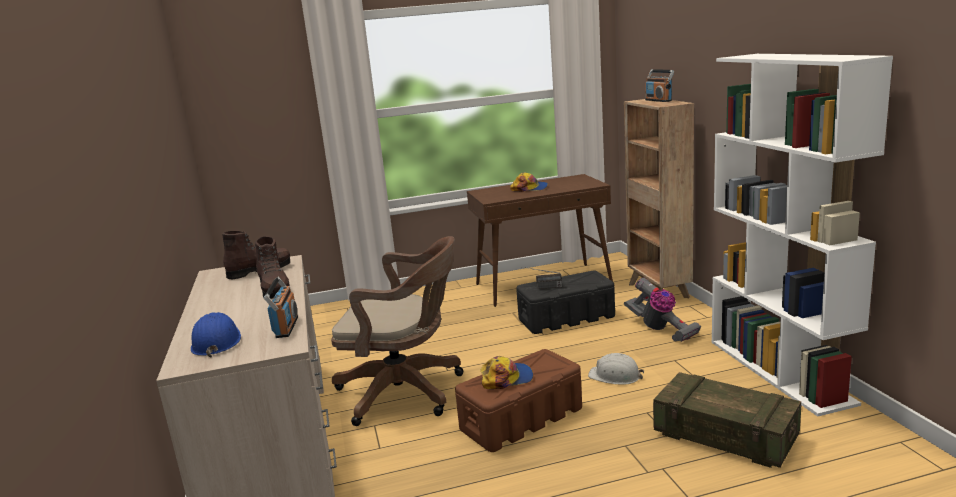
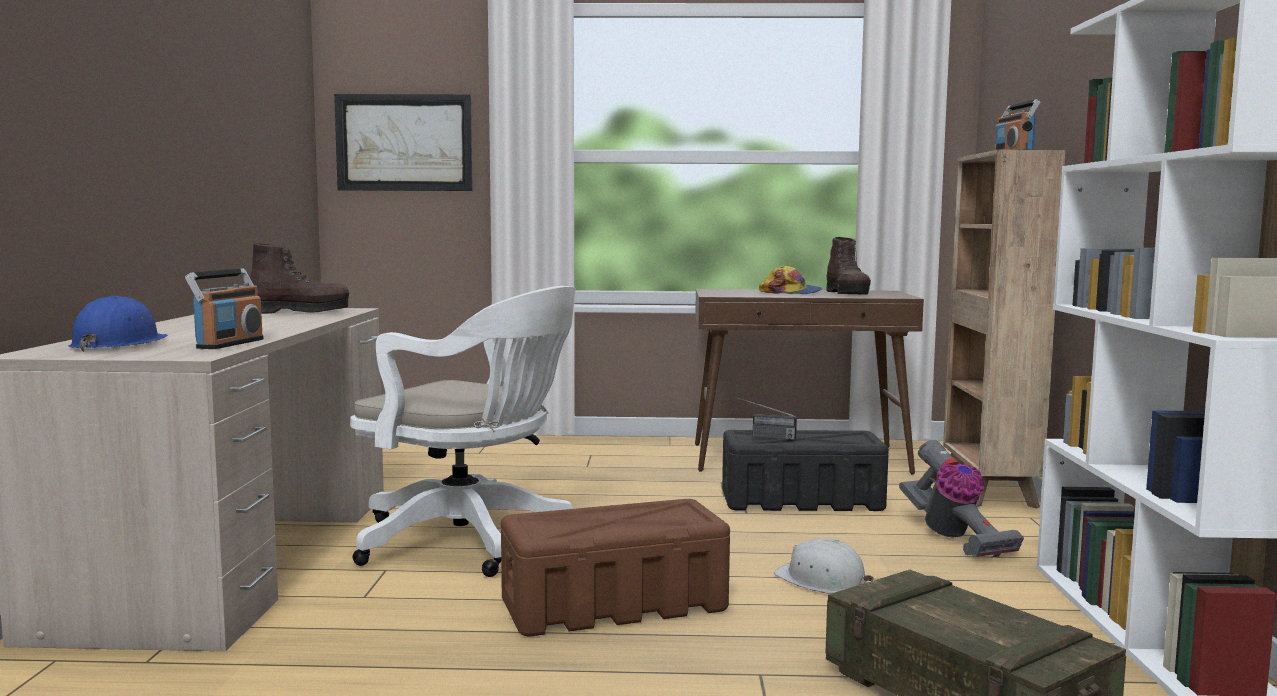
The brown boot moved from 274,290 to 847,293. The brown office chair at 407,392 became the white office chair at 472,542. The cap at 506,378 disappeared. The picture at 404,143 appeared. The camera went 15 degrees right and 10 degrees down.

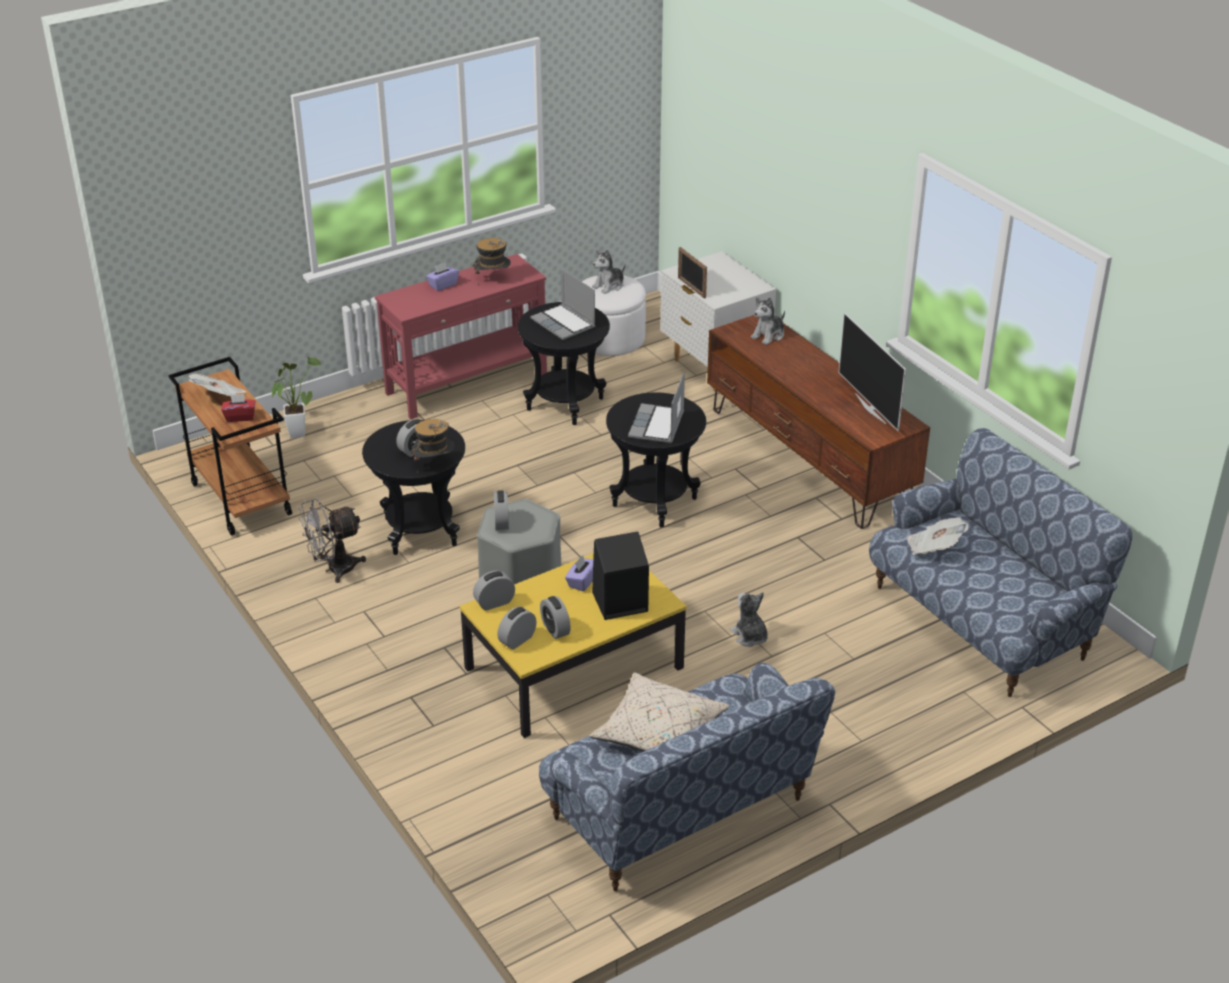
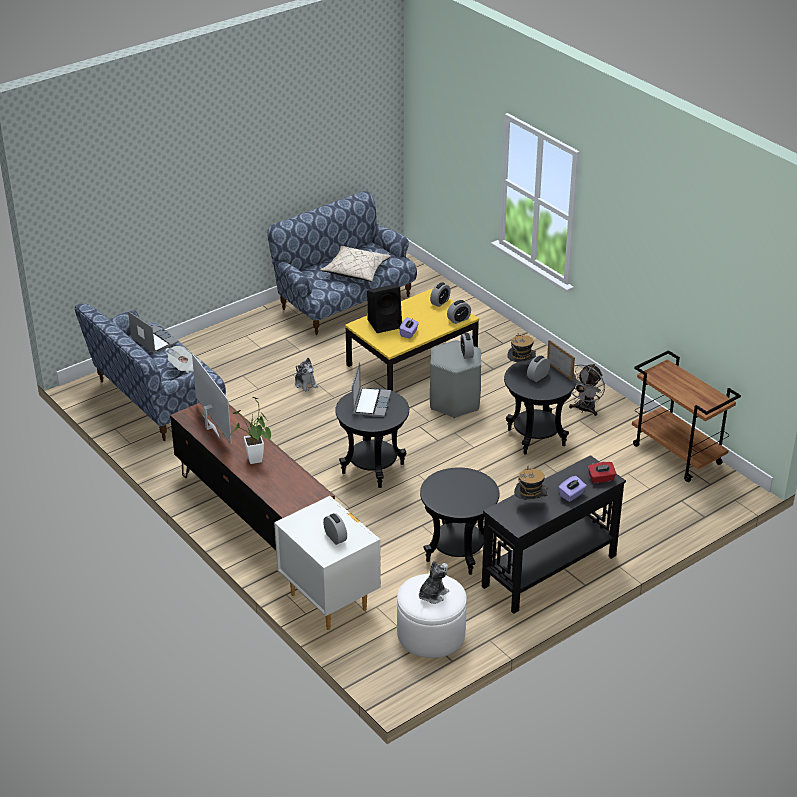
The picture frame moved from 691,288 to 560,371. The red console table at 468,383 became the black console table at 548,571. The laptop moved from 564,323 to 153,340. The plush toy at 768,335 disappeared. The potted plant moved from 297,431 to 255,462. The newspaper at 219,397 disappeared. The red tissue box moved from 240,417 to 601,479. The grey fan at 334,569 turned 150 degrees clockwise. The alarm clock moved from 555,629 to 335,537. The camera went 175 degrees right and 0 degrees up.

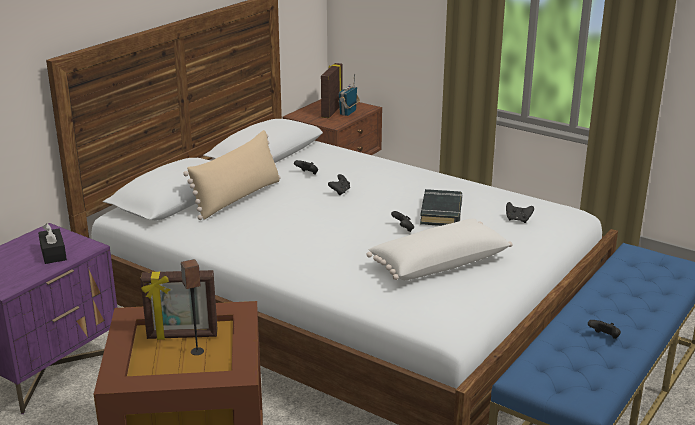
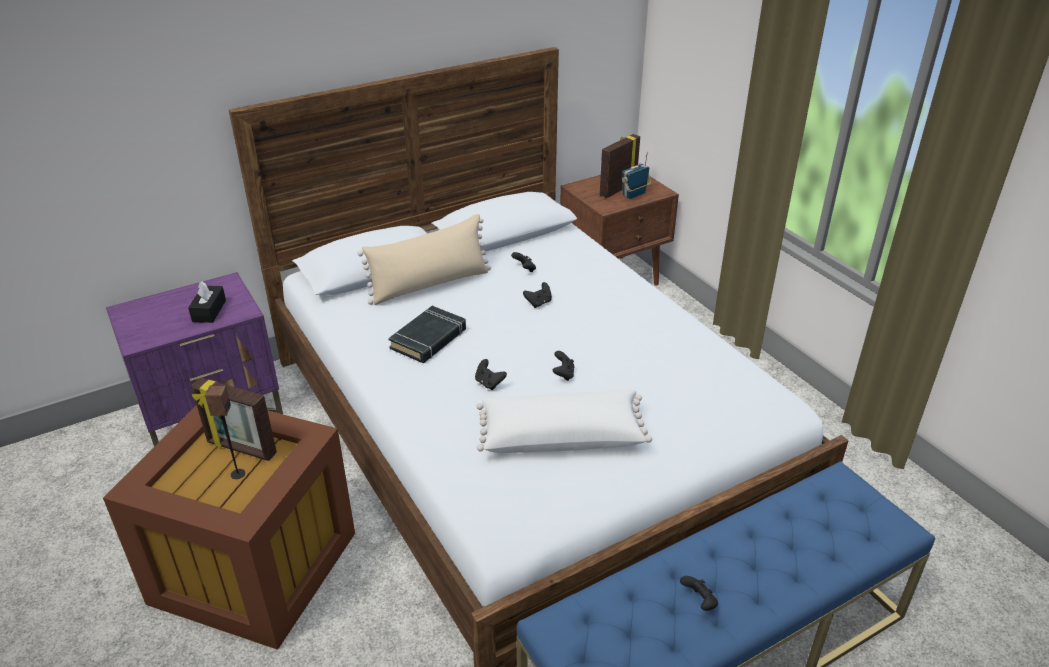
The black book moved from 441,212 to 429,339. The black game controller moved from 518,220 to 489,383. The camera went 25 degrees right and 10 degrees up.

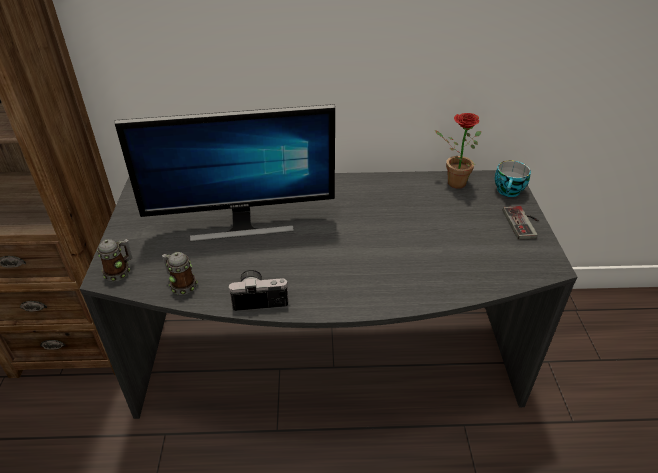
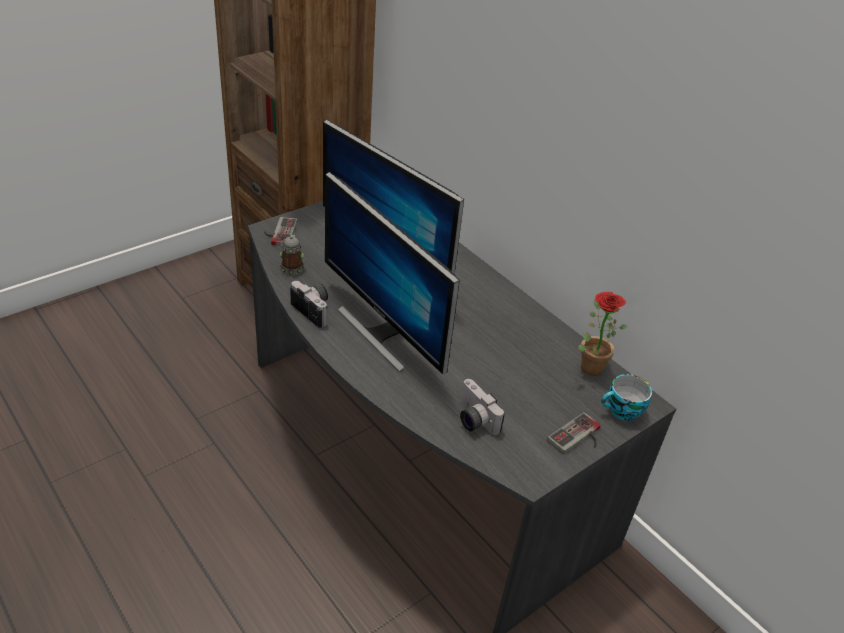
The mug at 120,271 was replaced by the game controller at 279,232. The monitor at 383,332 appeared. The photo camera at 473,419 appeared. The camera went 50 degrees right and 0 degrees up.

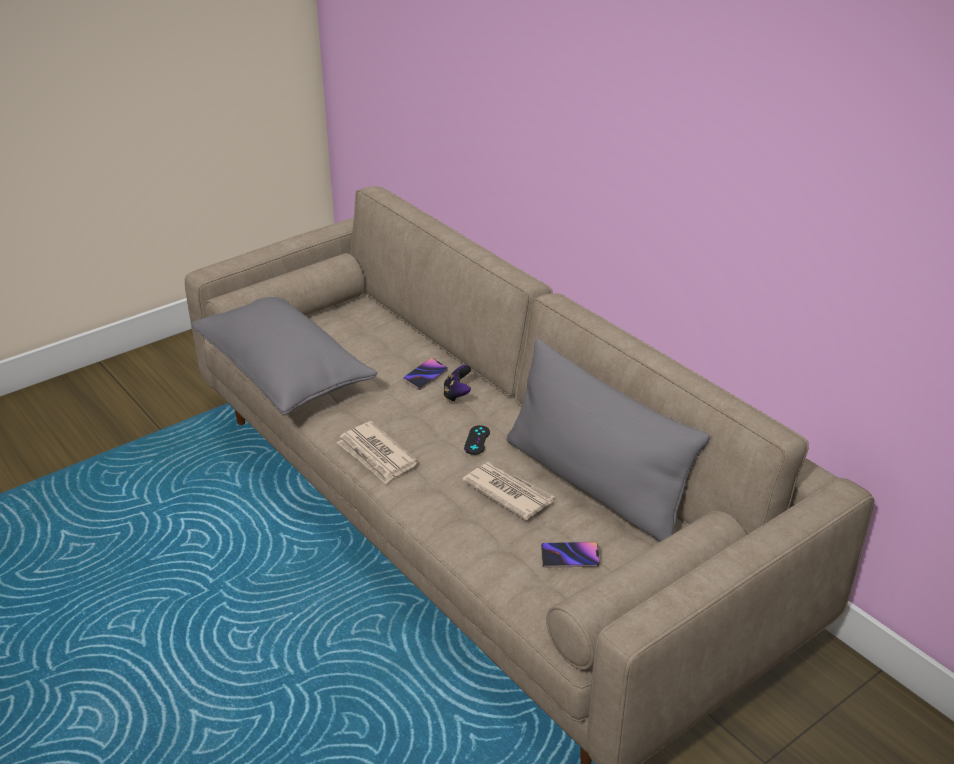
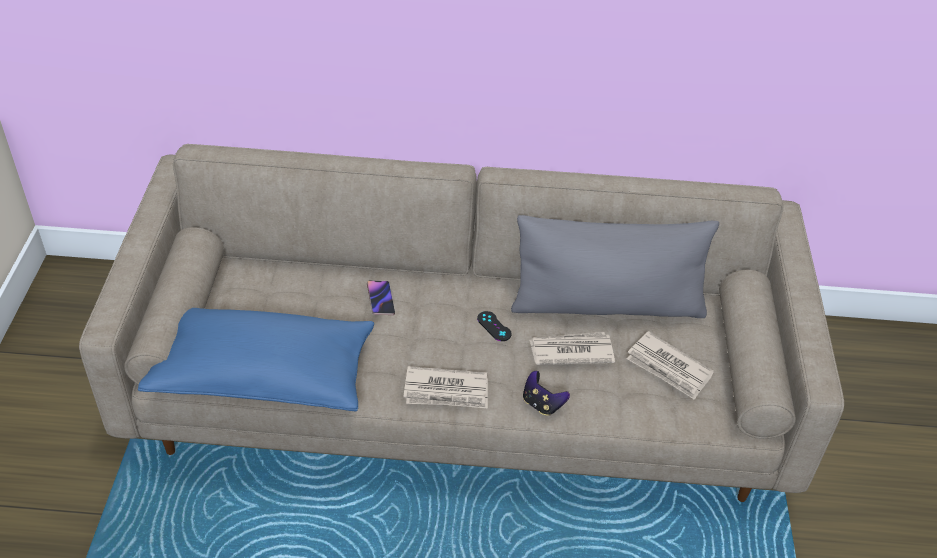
The grey pillow at 284,373 became the blue pillow at 263,376. The game controller moved from 457,395 to 542,404. The phone at 570,557 was replaced by the newspaper at 669,368. The camera went 50 degrees left and 10 degrees up.

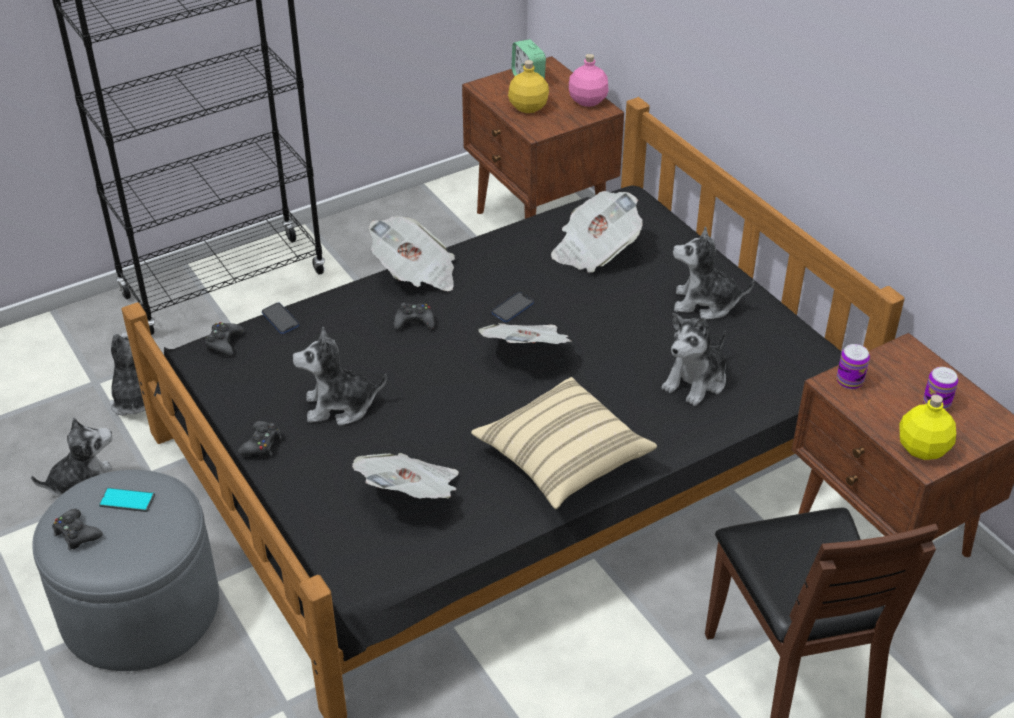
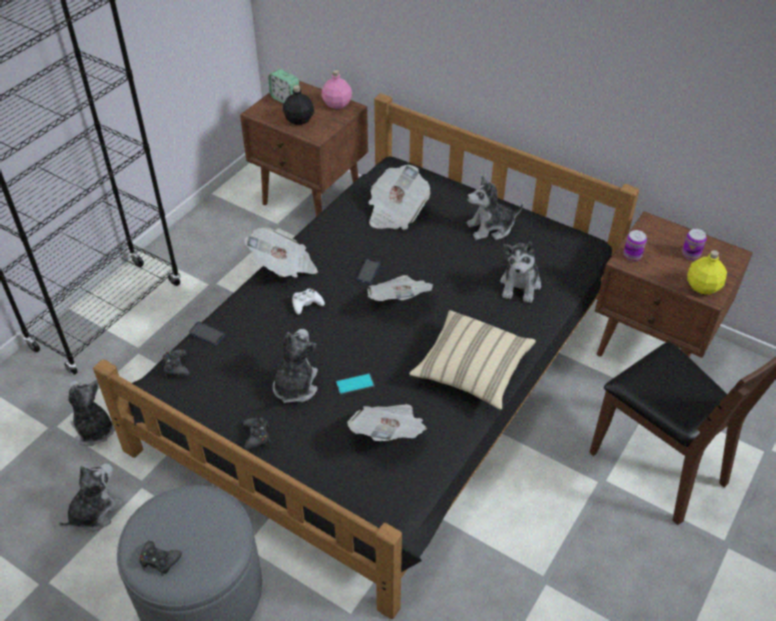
The yellow bottle at 528,107 became the black bottle at 299,119. The black game controller at 414,322 became the white game controller at 307,304. The plush toy at 340,406 turned 135 degrees clockwise. The phone moved from 127,500 to 355,384. The camera went 25 degrees left and 5 degrees up.

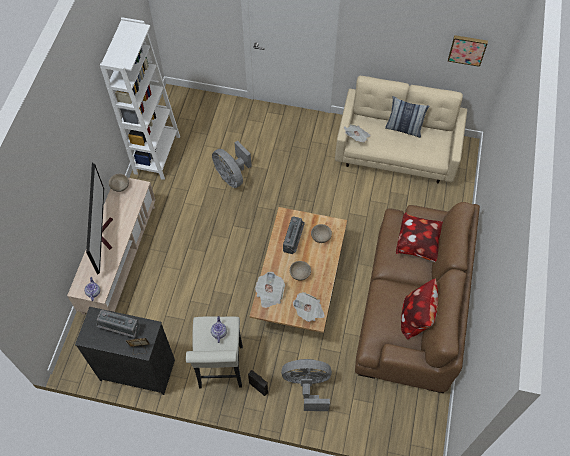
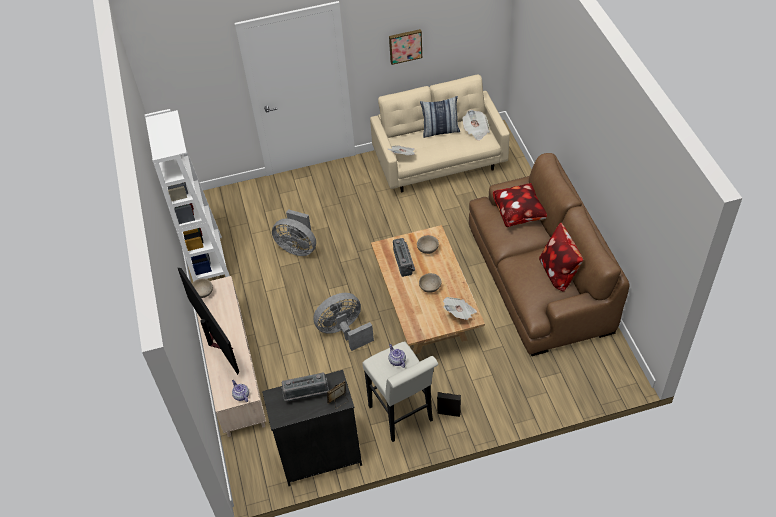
The picture moved from 467,49 to 405,45. The newspaper moved from 269,294 to 476,130. The grey fan moved from 307,386 to 344,331. The camera went 25 degrees left and 10 degrees down.

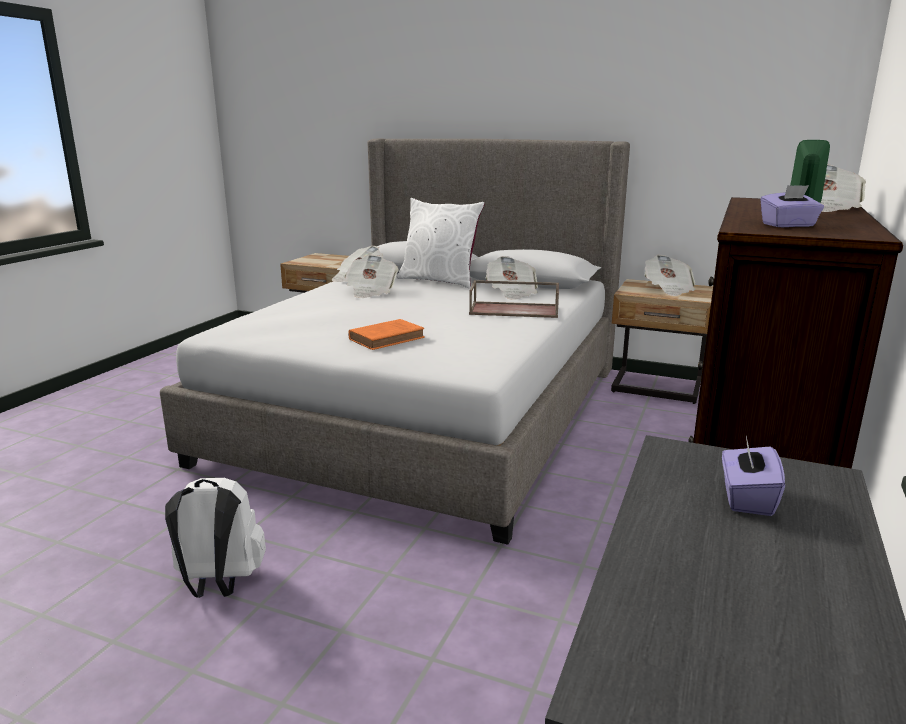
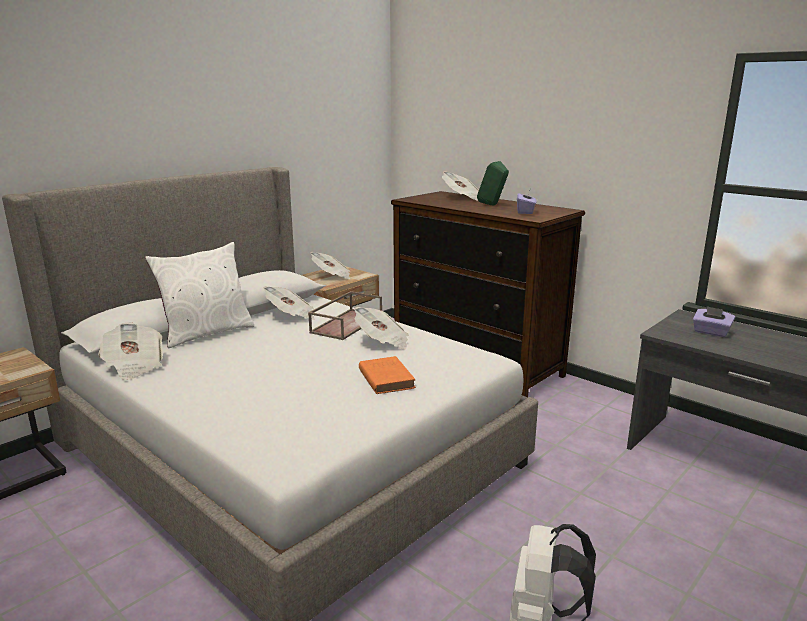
The newspaper moved from 371,291 to 382,342. The camera went 70 degrees left and 0 degrees up.

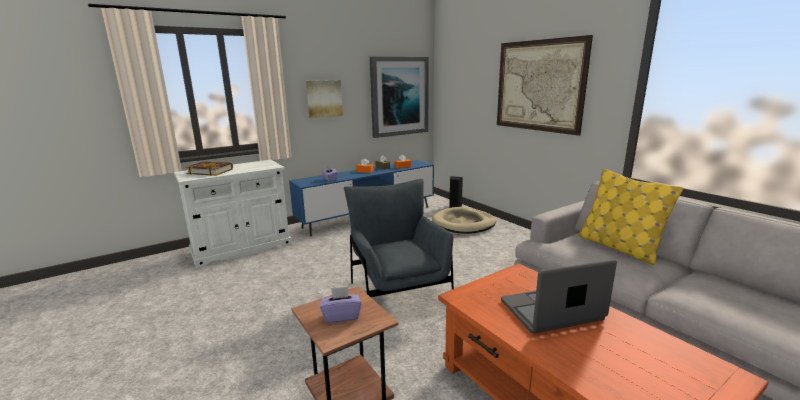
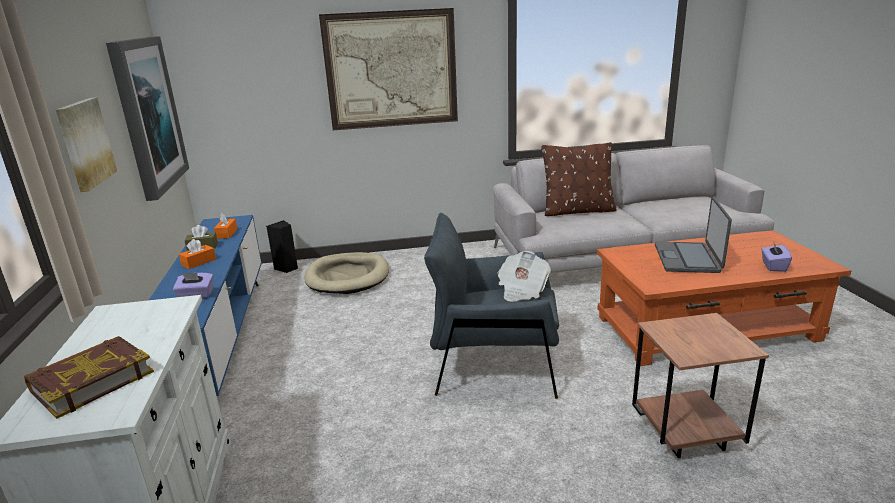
The yellow pillow at 619,247 became the brown pillow at 577,211. The purple tissue box moved from 341,316 to 773,266. The newspaper at 522,290 appeared. The camera went 65 degrees left and 5 degrees up.

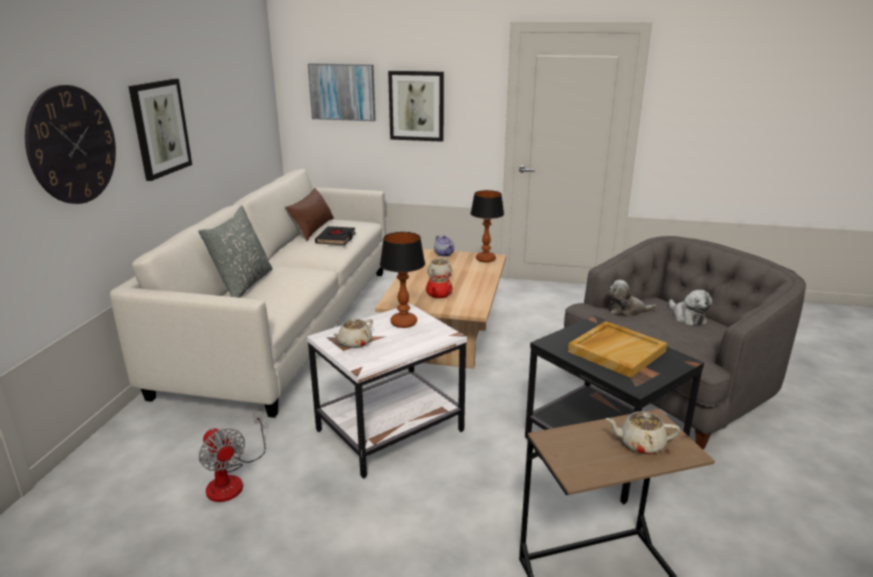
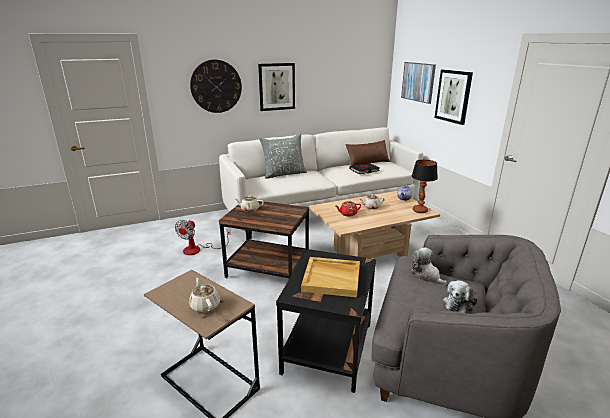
The table lamp at 403,323 disappeared. The white side table at 389,430 became the brown side table at 268,270. The camera went 55 degrees right and 0 degrees up.

